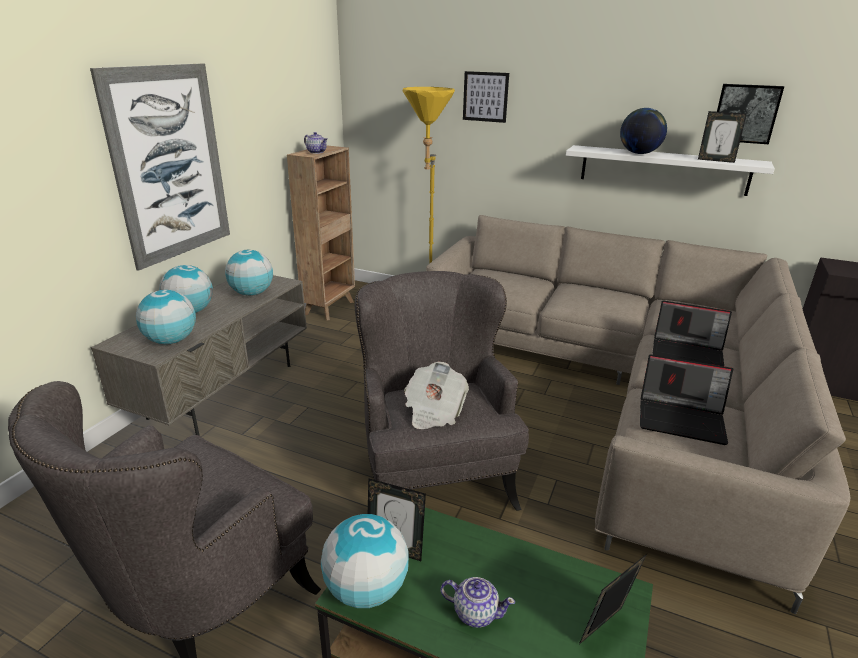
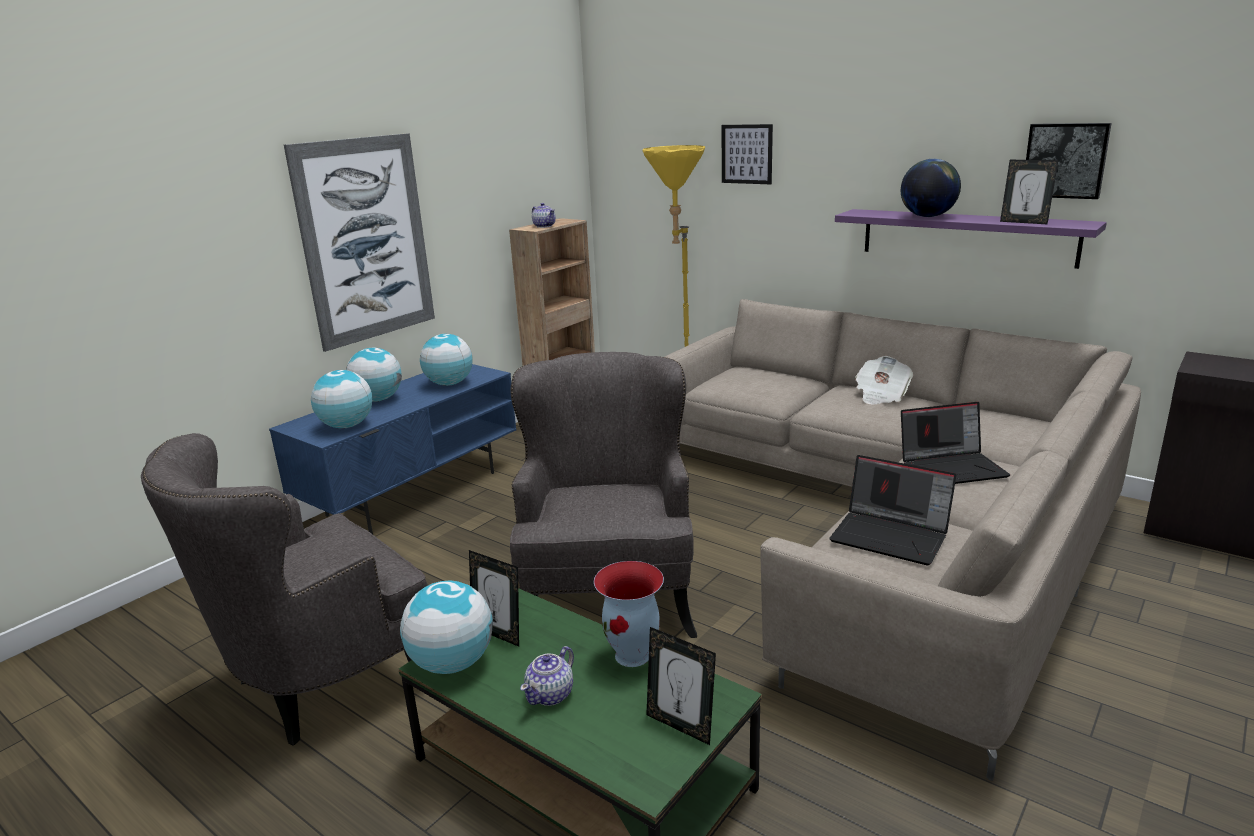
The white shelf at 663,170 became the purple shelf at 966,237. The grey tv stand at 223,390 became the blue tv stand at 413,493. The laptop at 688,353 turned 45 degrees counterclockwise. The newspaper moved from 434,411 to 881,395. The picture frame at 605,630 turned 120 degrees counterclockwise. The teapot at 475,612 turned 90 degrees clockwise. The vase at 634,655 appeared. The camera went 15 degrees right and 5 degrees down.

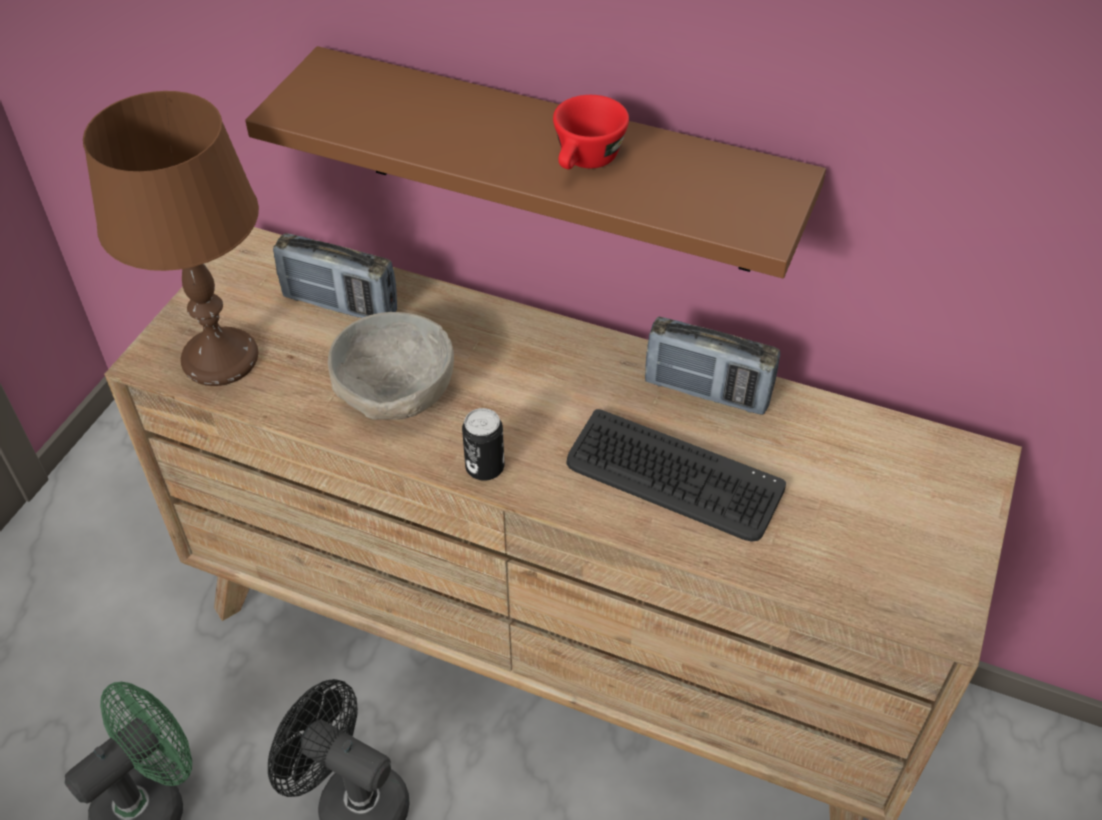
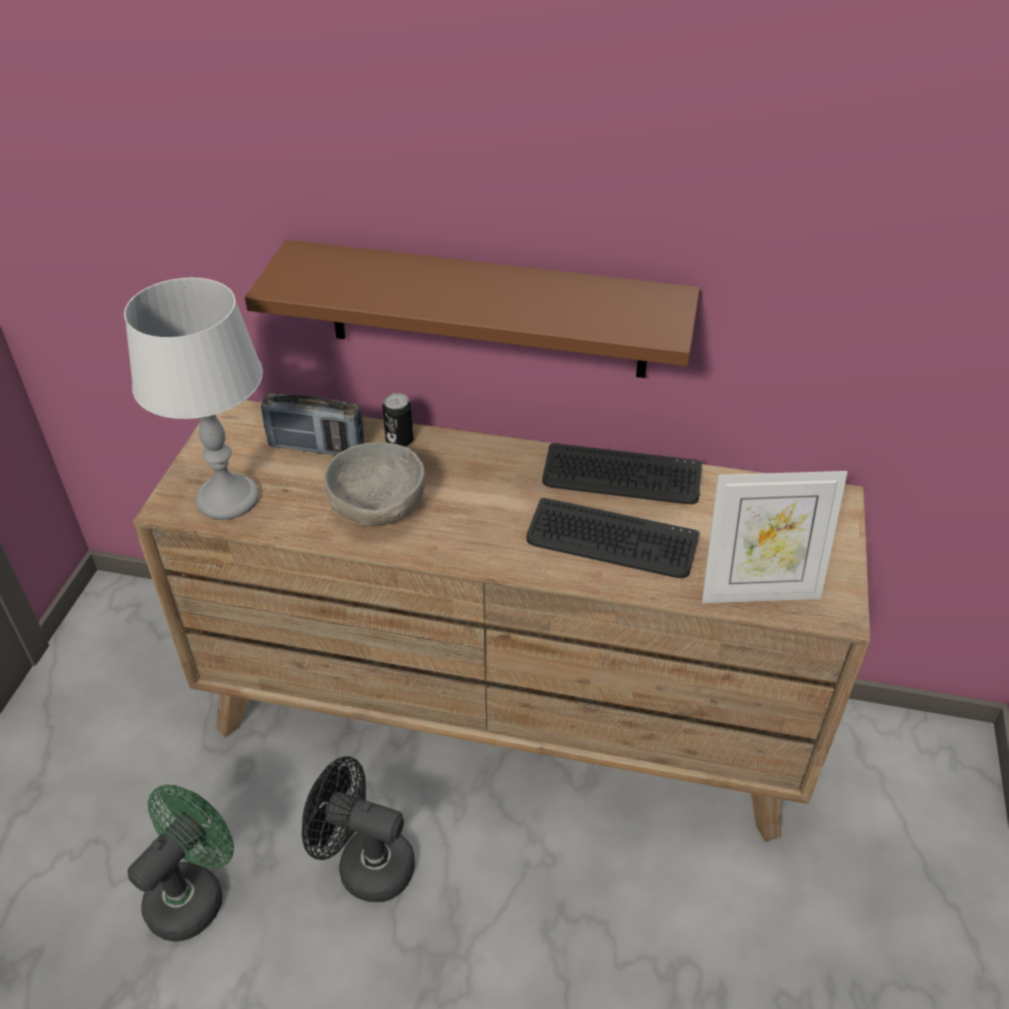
The brown table lamp at 220,360 became the grey table lamp at 228,499. The red cup at 586,162 disappeared. The radio at 707,391 was replaced by the keyboard at 621,476. The can moved from 485,467 to 399,441. The picture frame at 758,591 appeared. The camera went 10 degrees left and 5 degrees down.

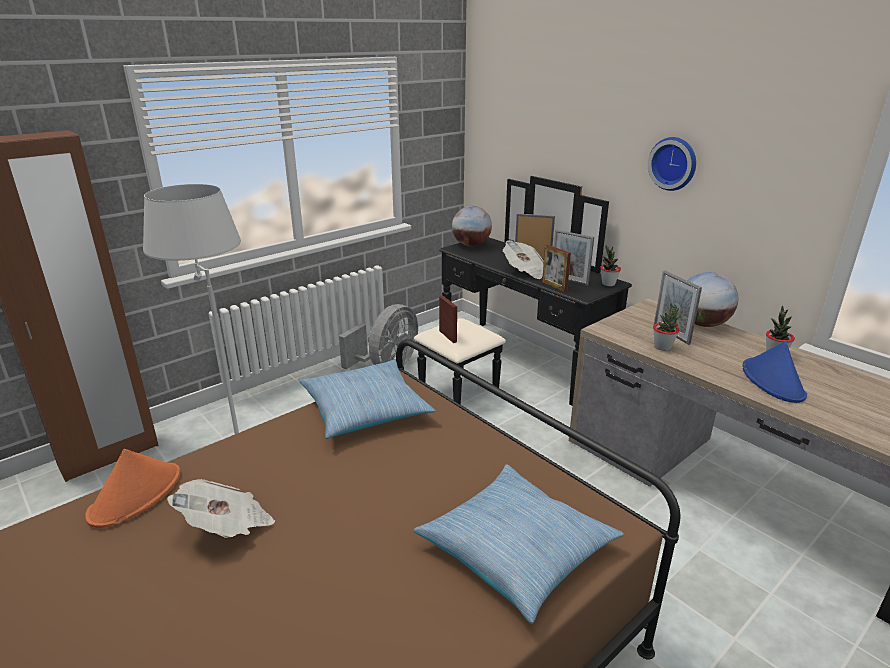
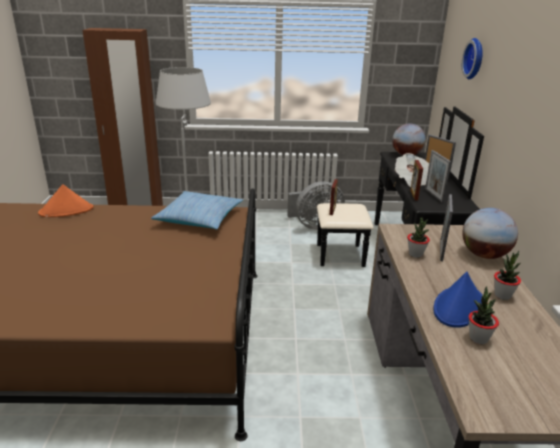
The wall clock moved from 674,163 to 475,59. The potted plant moved from 608,284 to 478,338. The pillow at 517,548 disappeared. The newspaper at 227,526 disappeared. The camera went 40 degrees right and 0 degrees up.

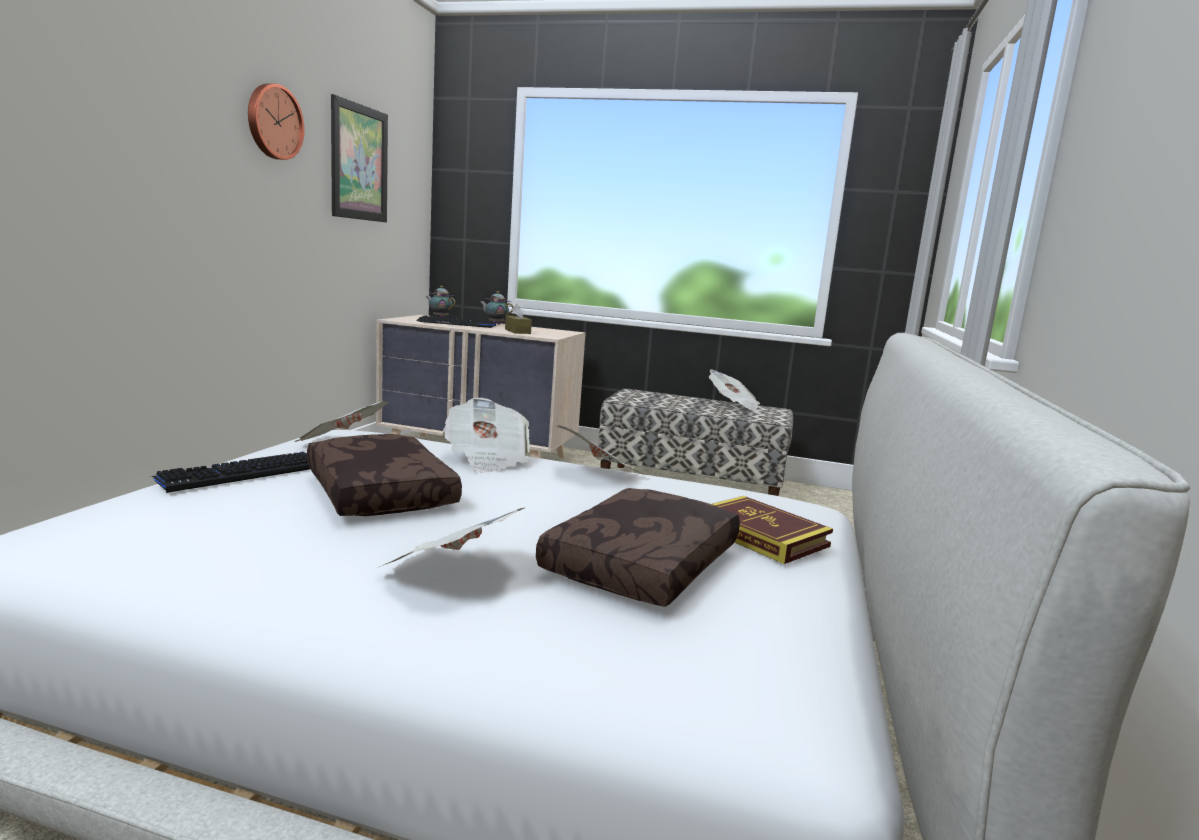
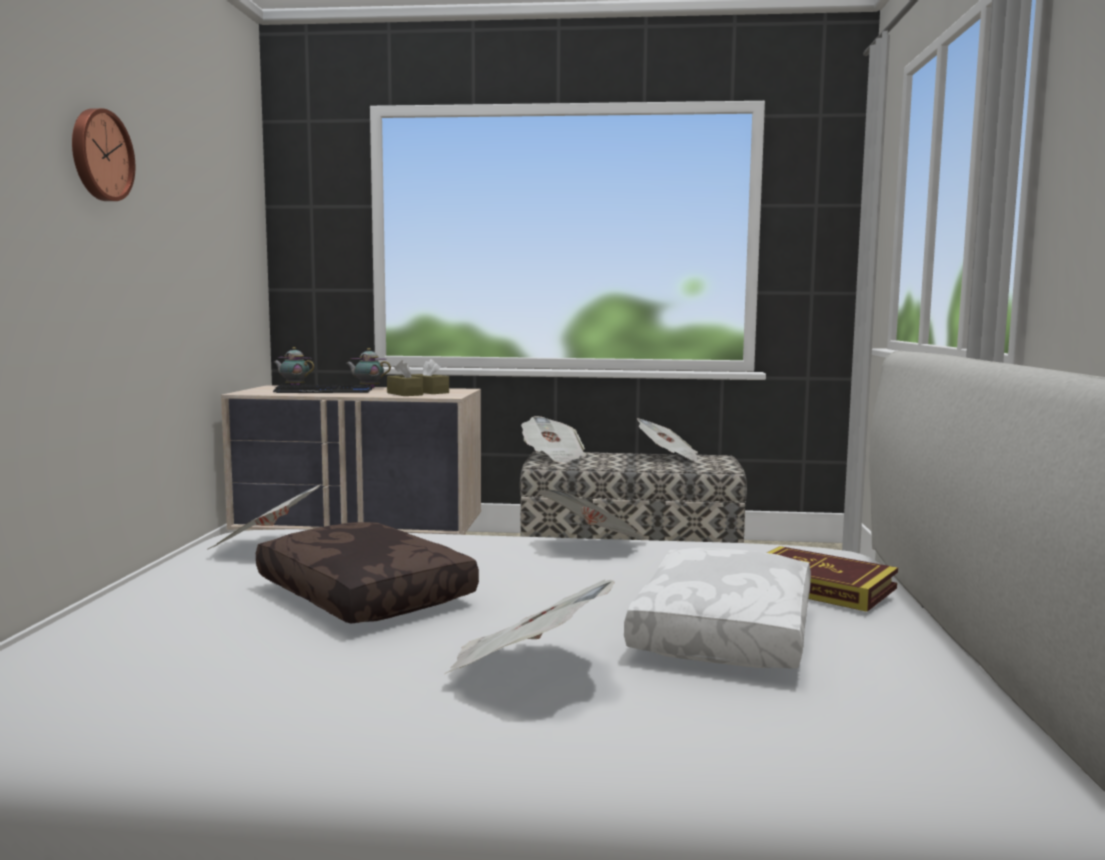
The picture at 359,163 disappeared. The newspaper moved from 486,459 to 553,457. The keyboard at 240,473 disappeared. The brown pillow at 644,565 became the white pillow at 728,633. The brown tissue box at 429,392 appeared. The camera went 10 degrees left and 5 degrees down.

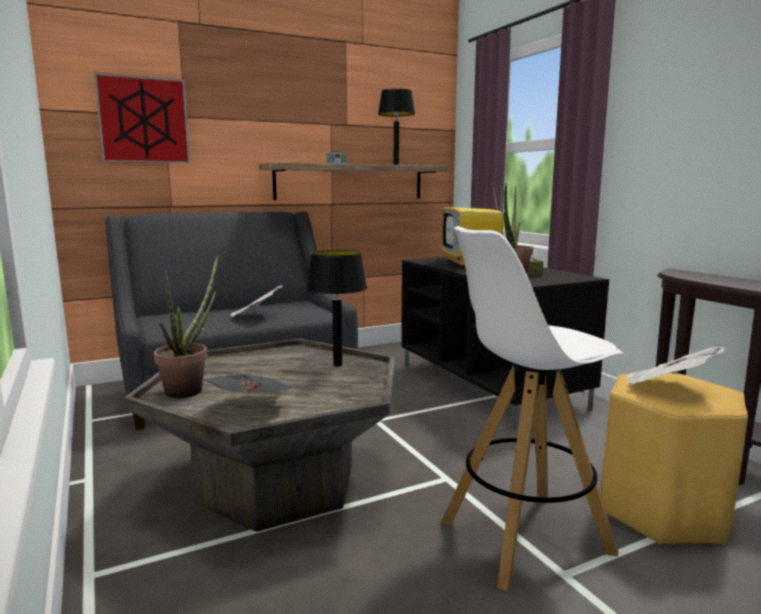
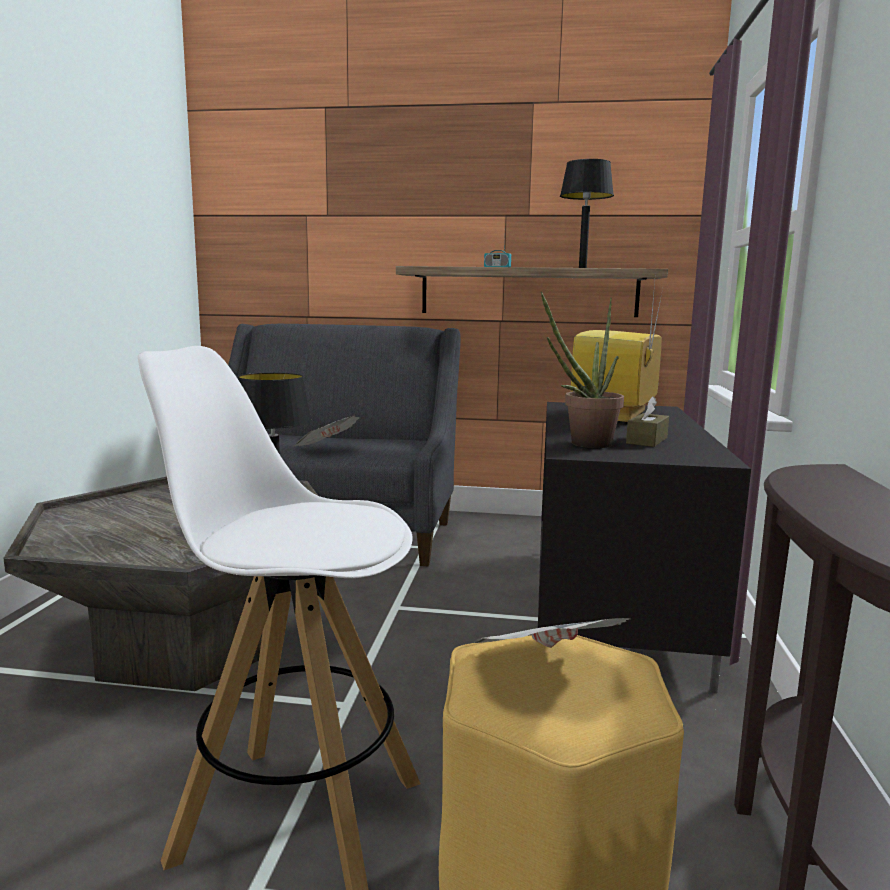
The picture at 144,120 disappeared. The potted plant at 190,389 disappeared. The newspaper at 251,408 disappeared. The camera went 35 degrees right and 0 degrees up.

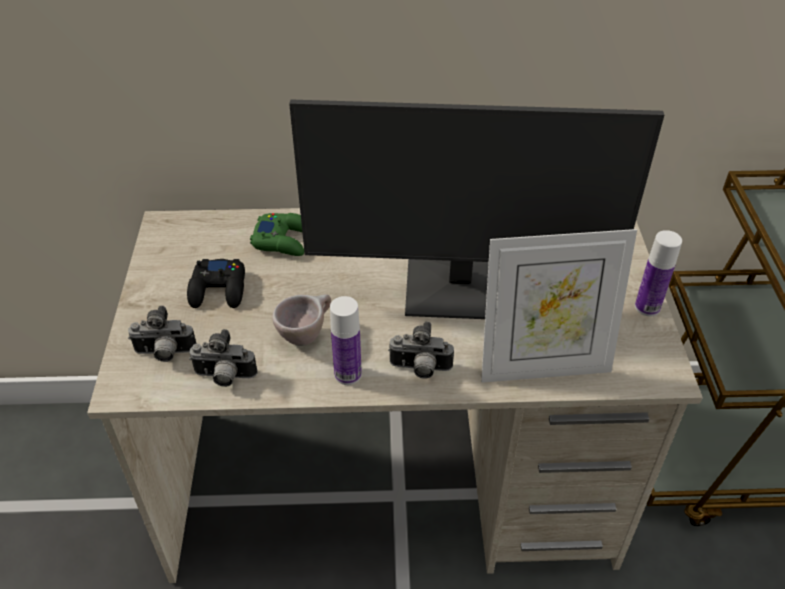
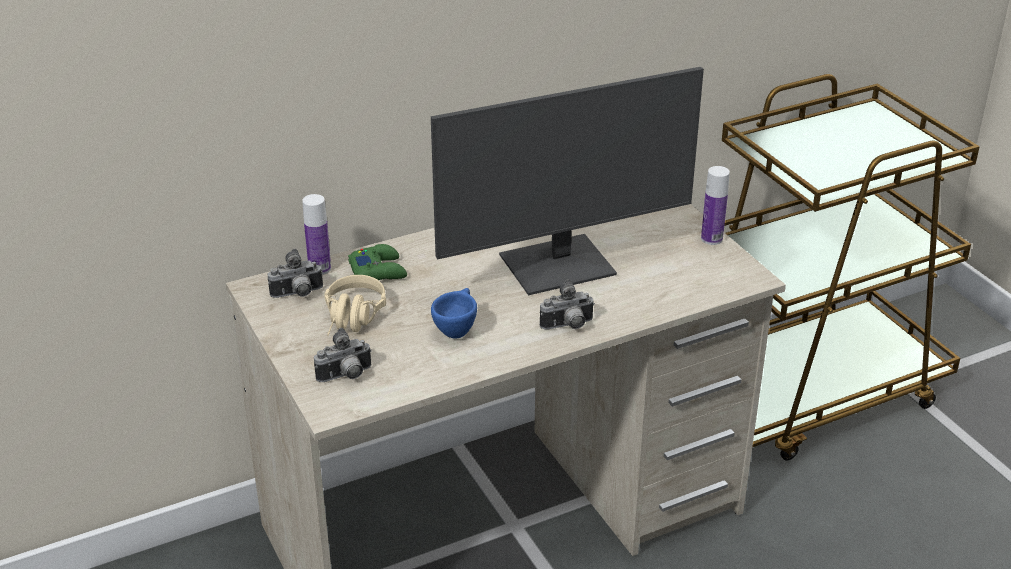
The picture frame at 543,366 disappeared. The black game controller at 219,290 was replaced by the beige headphones at 353,320. The beige cup at 306,334 became the blue cup at 456,329. The bottle moved from 348,374 to 320,269. The photo camera moved from 224,377 to 298,294. The camera went 25 degrees left and 10 degrees down.

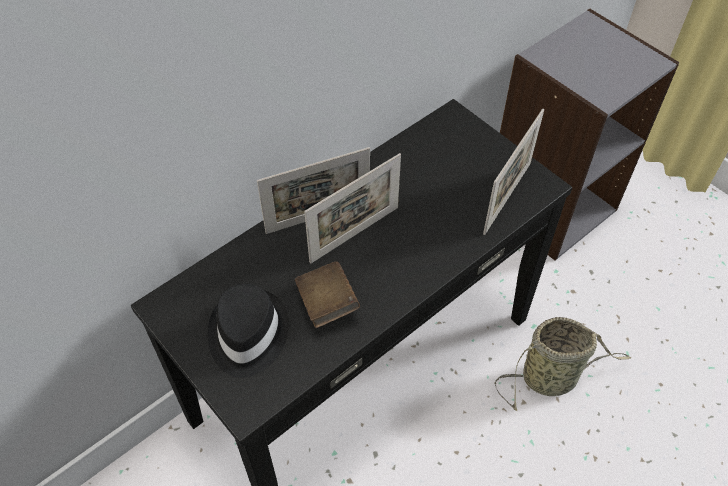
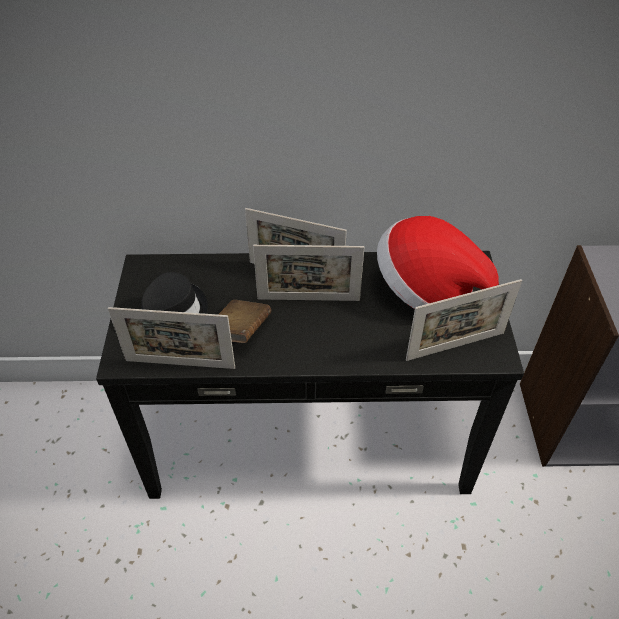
The basket at 552,377 disappeared. The hat at 427,290 appeared. The picture frame at 180,364 appeared. The camera went 40 degrees right and 5 degrees down.

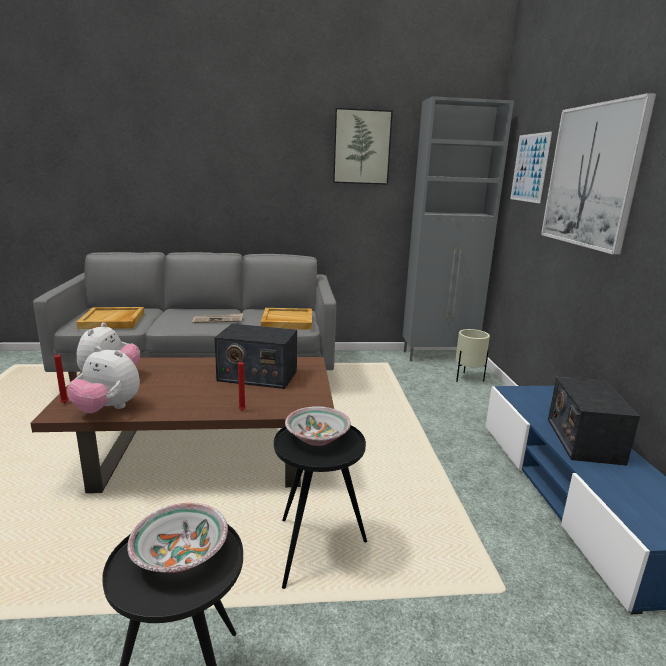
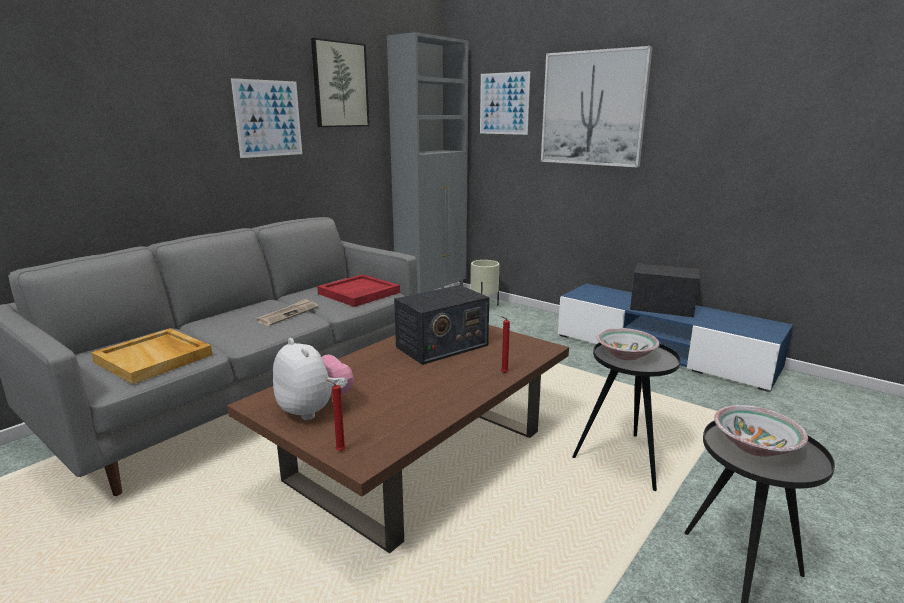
The beige tray at 287,321 became the red tray at 359,293. The plush toy at 107,409 disappeared. The radio at 583,440 turned 150 degrees clockwise. The picture at 268,118 appeared. The camera went 45 degrees left and 0 degrees up.

